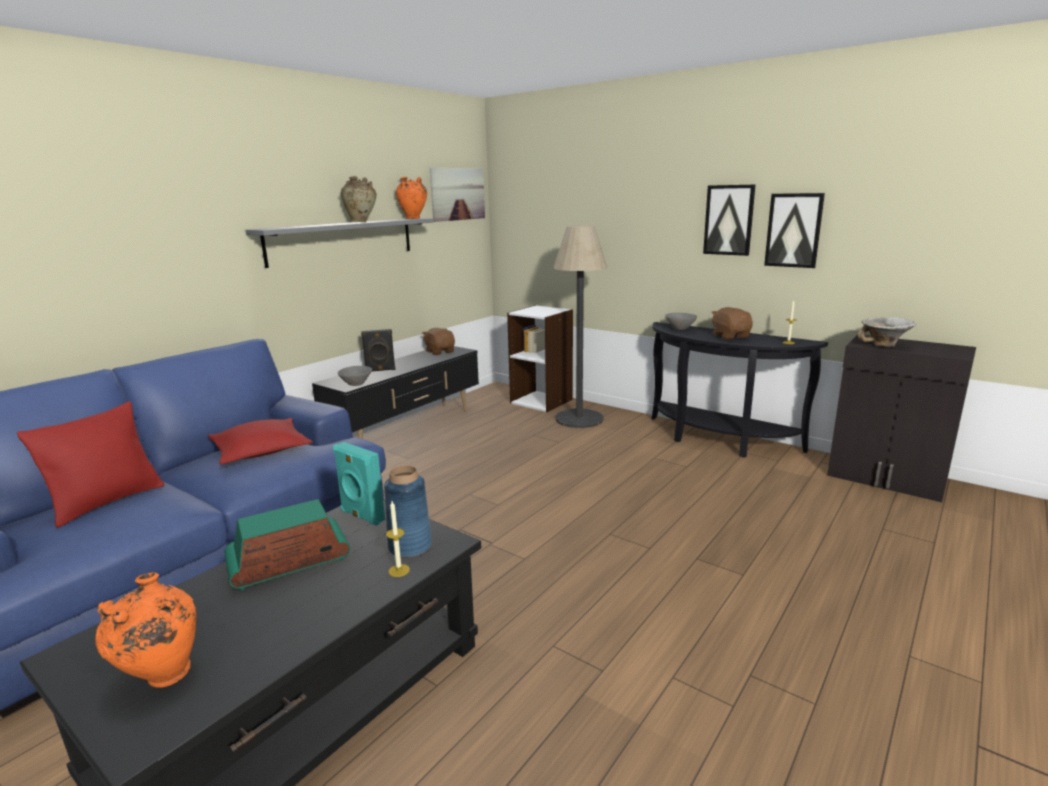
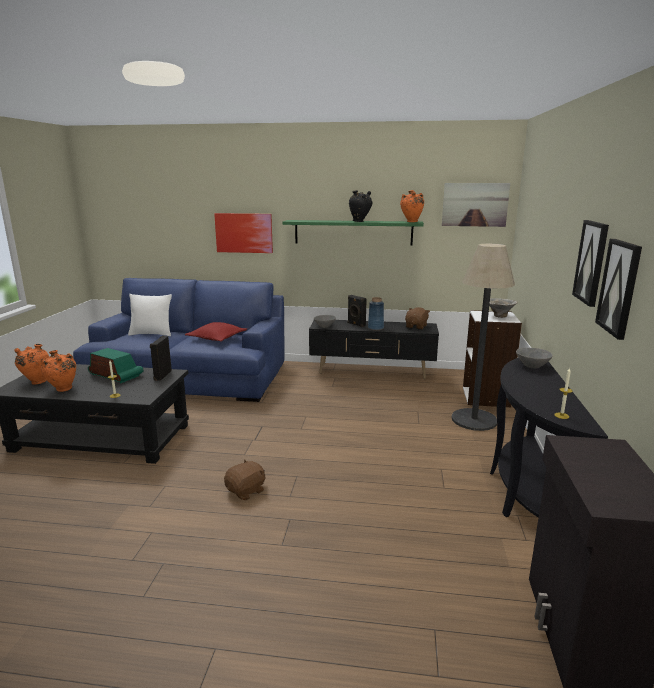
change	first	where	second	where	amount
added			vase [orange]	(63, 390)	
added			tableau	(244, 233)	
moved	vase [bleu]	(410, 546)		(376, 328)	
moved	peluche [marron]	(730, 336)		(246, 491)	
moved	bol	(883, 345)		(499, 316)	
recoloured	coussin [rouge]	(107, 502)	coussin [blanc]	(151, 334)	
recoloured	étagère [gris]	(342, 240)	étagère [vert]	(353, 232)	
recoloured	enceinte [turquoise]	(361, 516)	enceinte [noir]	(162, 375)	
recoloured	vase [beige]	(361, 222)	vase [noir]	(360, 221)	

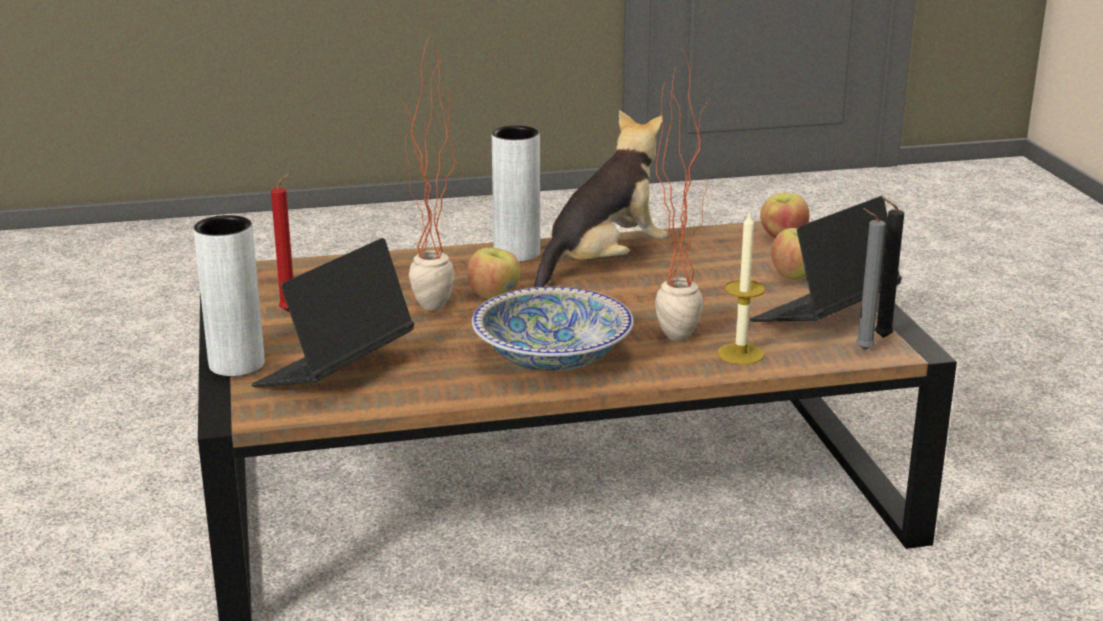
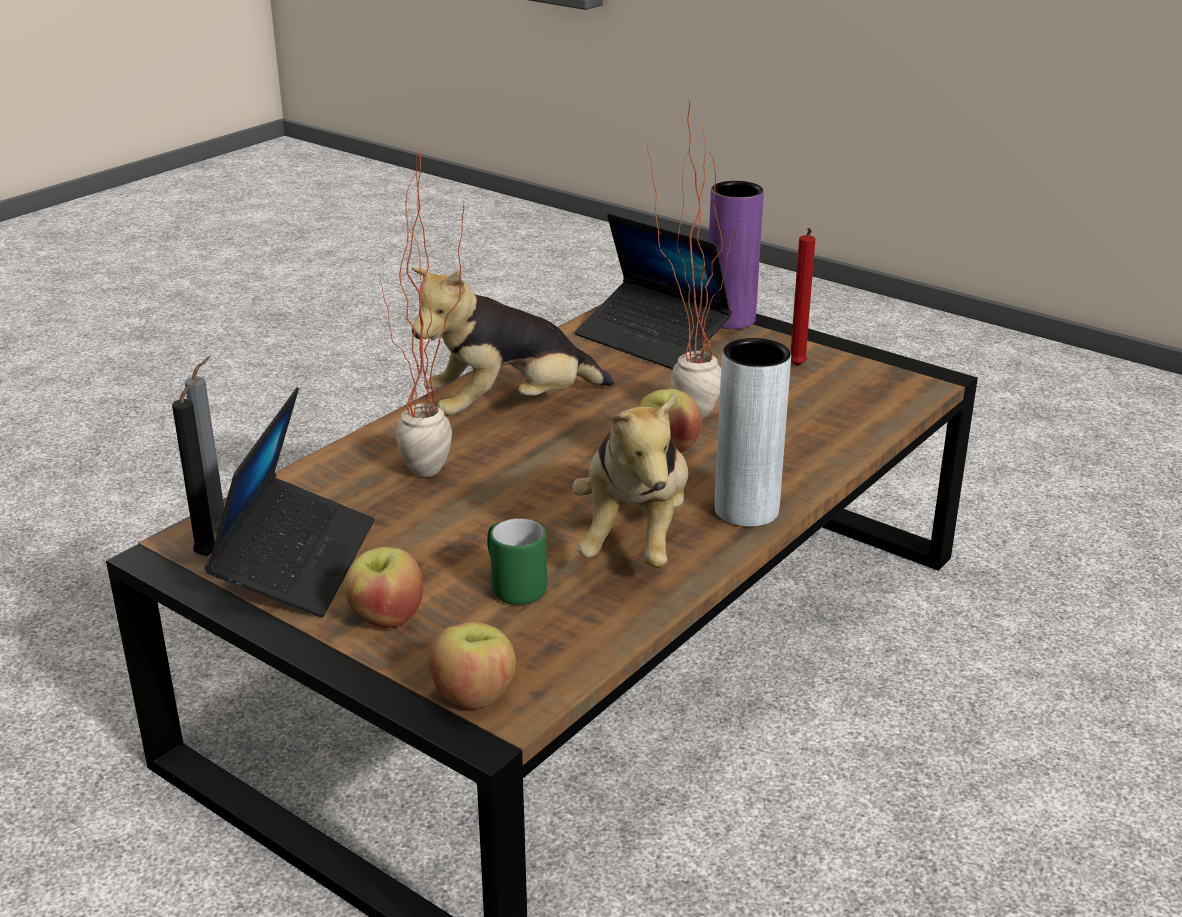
change	first	where	second	where	amount
removed	bougie	(740, 354)			
added			mug [vert]	(513, 587)	
replaced	bol	(551, 358)	peluche	(510, 409)	
recoloured	vase [gris]	(236, 364)	vase [violet]	(730, 319)	
turned	ordinateur portable	(334, 372)		(652, 339)	135 degrees clockwise

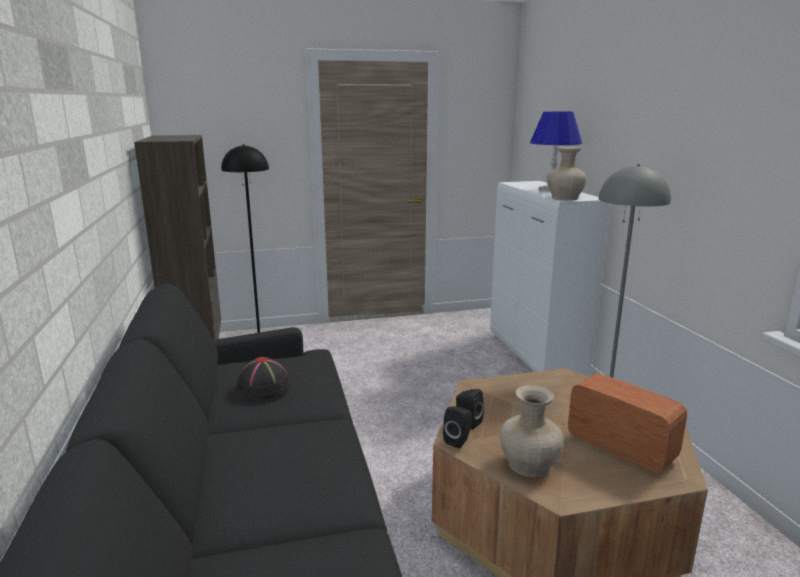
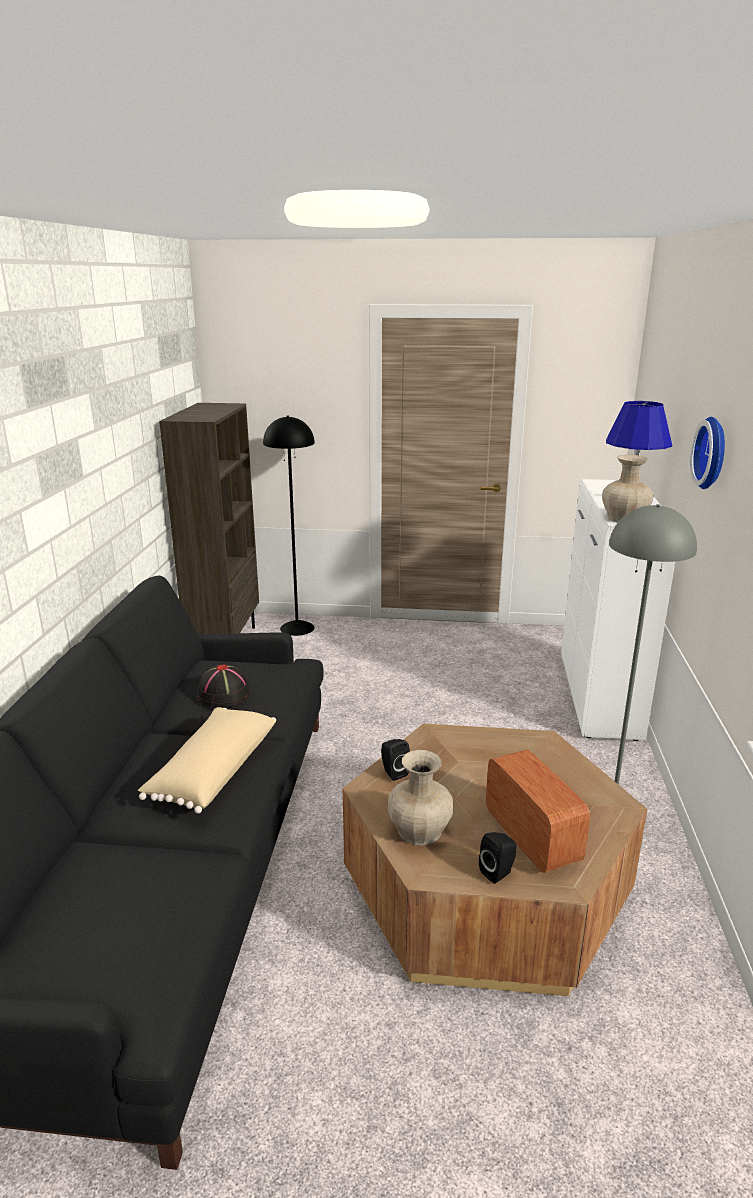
change	first	where	second	where	amount
added			coussin [beige]	(212, 771)	
added			horloge murale	(714, 453)	
moved	enceinte [noir]	(458, 440)		(498, 872)	

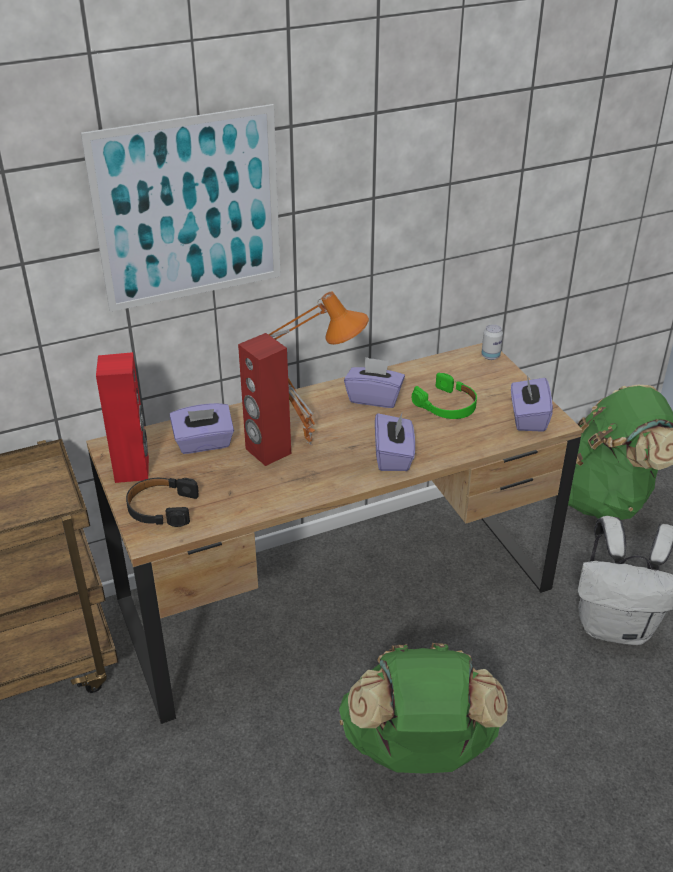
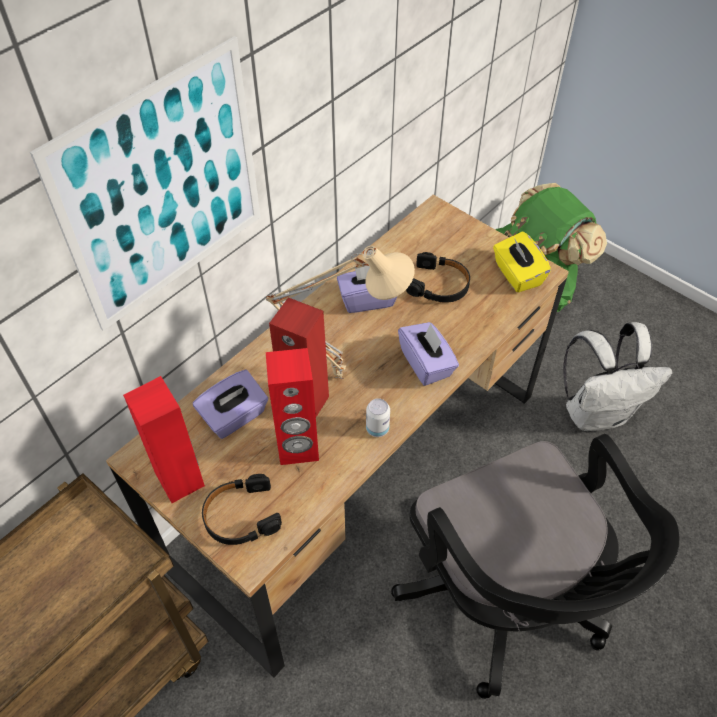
change	first	where	second	where	amount
added			enceinte [rouge]	(298, 448)	
moved	boîte métallique	(490, 356)		(377, 429)	
replaced	sac à dos [vert]	(418, 750)	chaise de bureau [noir]	(506, 600)	
recoloured	lampe de table [orange]	(311, 442)	lampe de table [beige]	(340, 375)	
recoloured	casque audio [vert]	(447, 405)	casque audio [noir]	(439, 285)	
recoloured	boîte à mouchoirs [violet]	(528, 418)	boîte à mouchoirs [jaune]	(517, 275)	

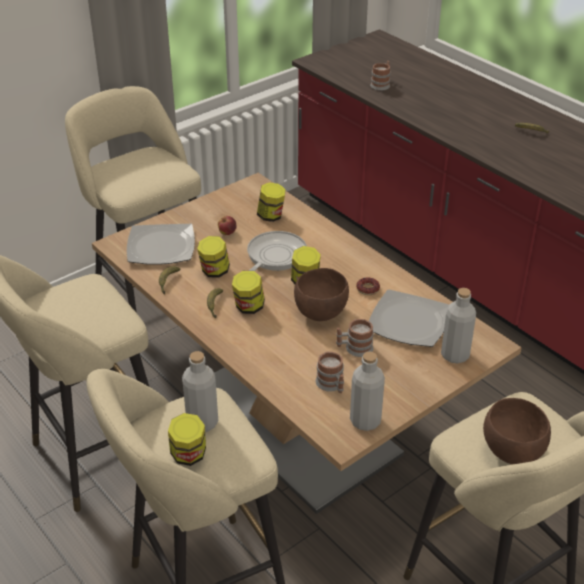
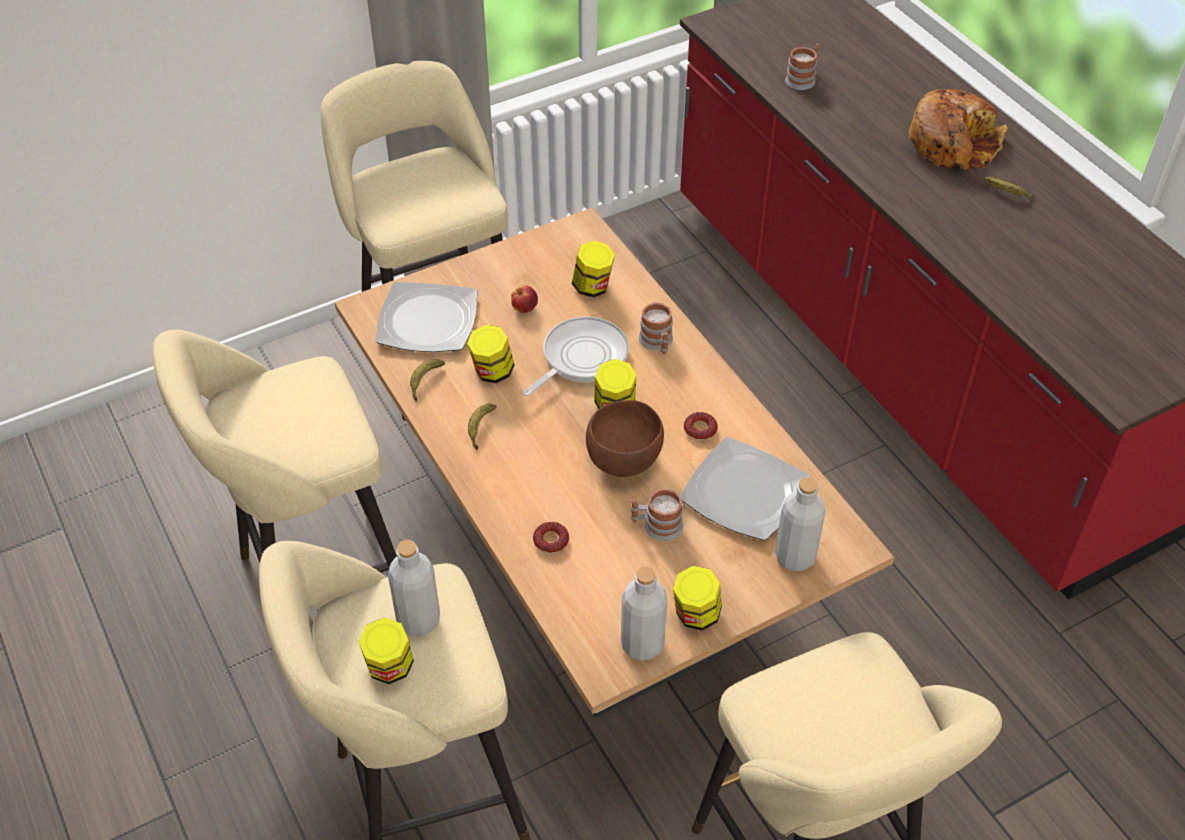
change	first	where	second	where	amount
removed	bol [marron]	(511, 452)			
added			beignet	(551, 541)	
added			pain	(952, 143)	
moved	bocal	(249, 307)		(696, 615)	
moved	mug	(332, 385)		(657, 343)	

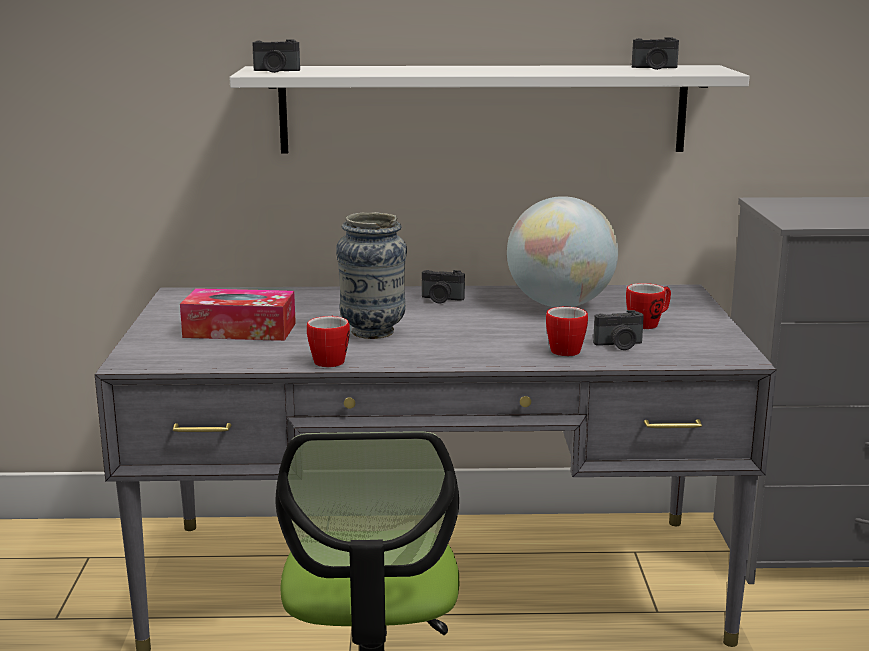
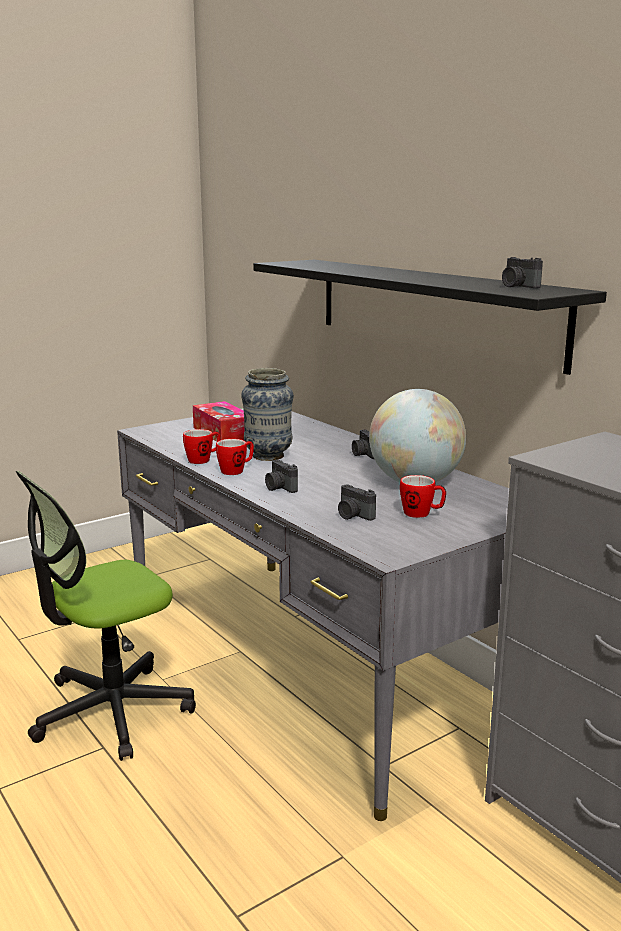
change	first	where	second	where	amount
moved	appareil photo	(275, 71)		(279, 488)	
moved	mug	(564, 349)		(236, 471)	
recoloured	étagère [blanc]	(483, 109)	étagère [noir]	(432, 309)	

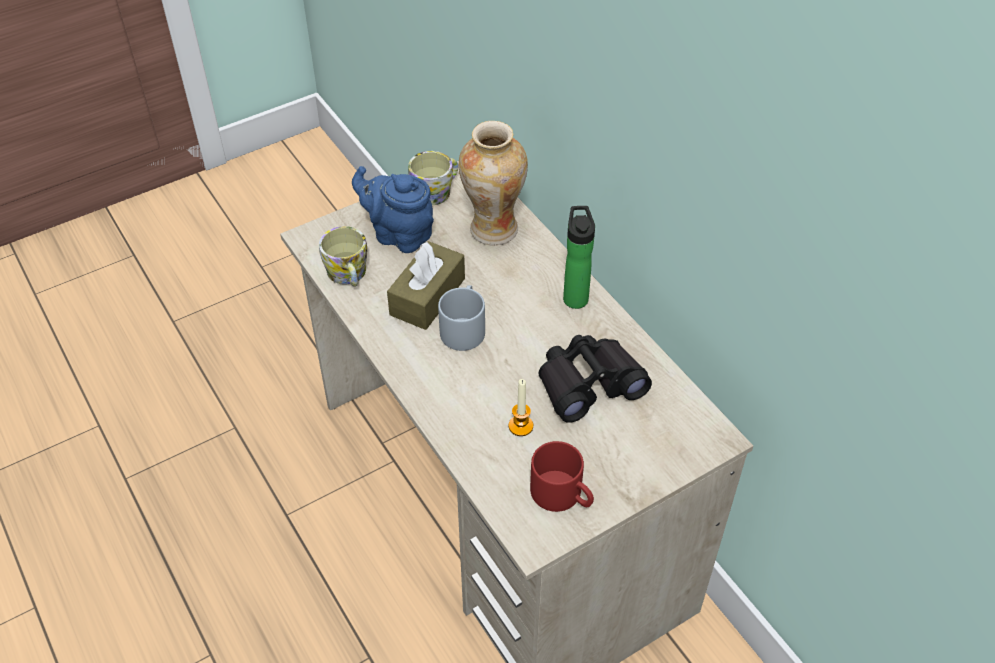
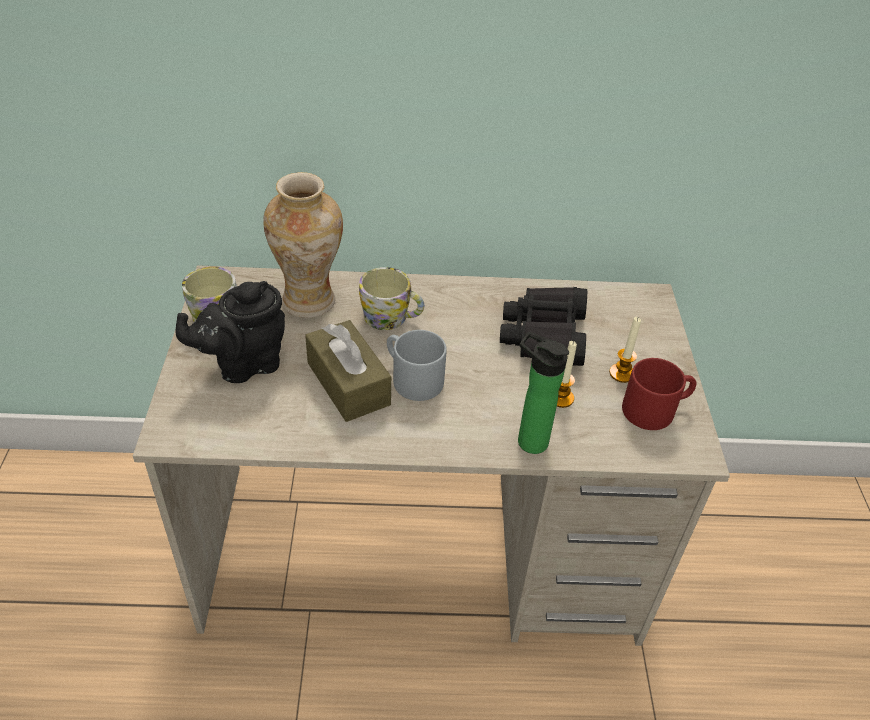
change	first	where	second	where	amount
added			bougie	(621, 373)	
moved	mug	(348, 275)		(391, 318)	
moved	bouteille	(575, 296)		(528, 440)	
recoloured	théière [bleu]	(399, 235)	théière [noir]	(244, 364)	

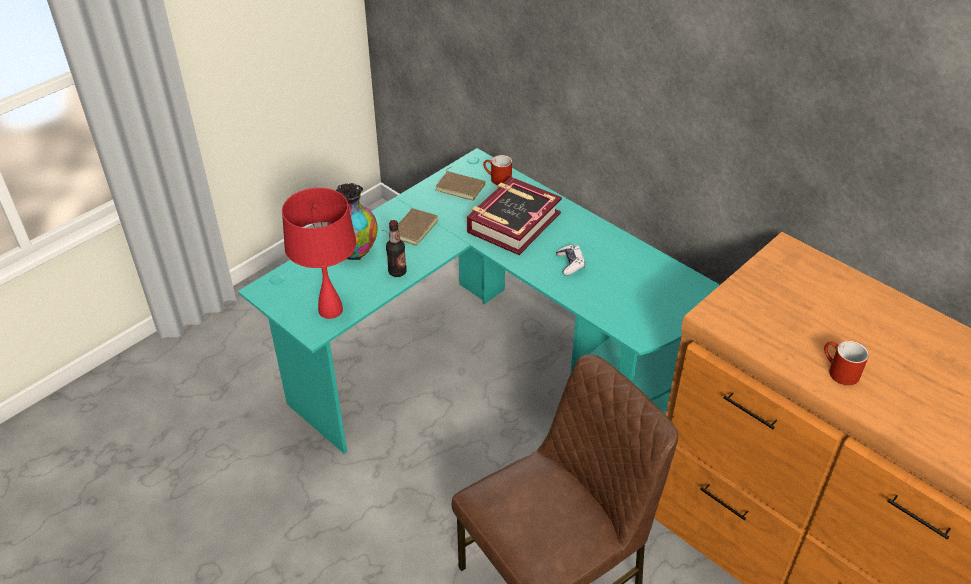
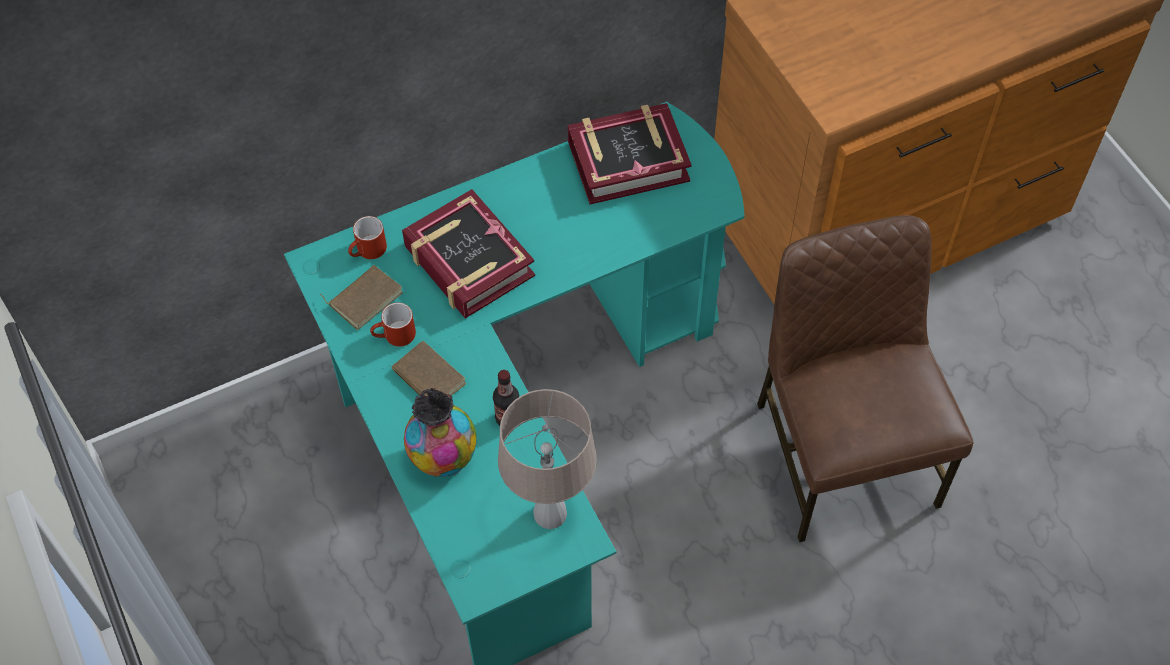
change	first	where	second	where	amount
removed	manette	(570, 264)			
added			livre	(628, 161)	
moved	mug [rouge]	(838, 371)		(394, 336)	
recoloured	lampe de table [rouge]	(330, 310)	lampe de table [beige]	(549, 513)	

